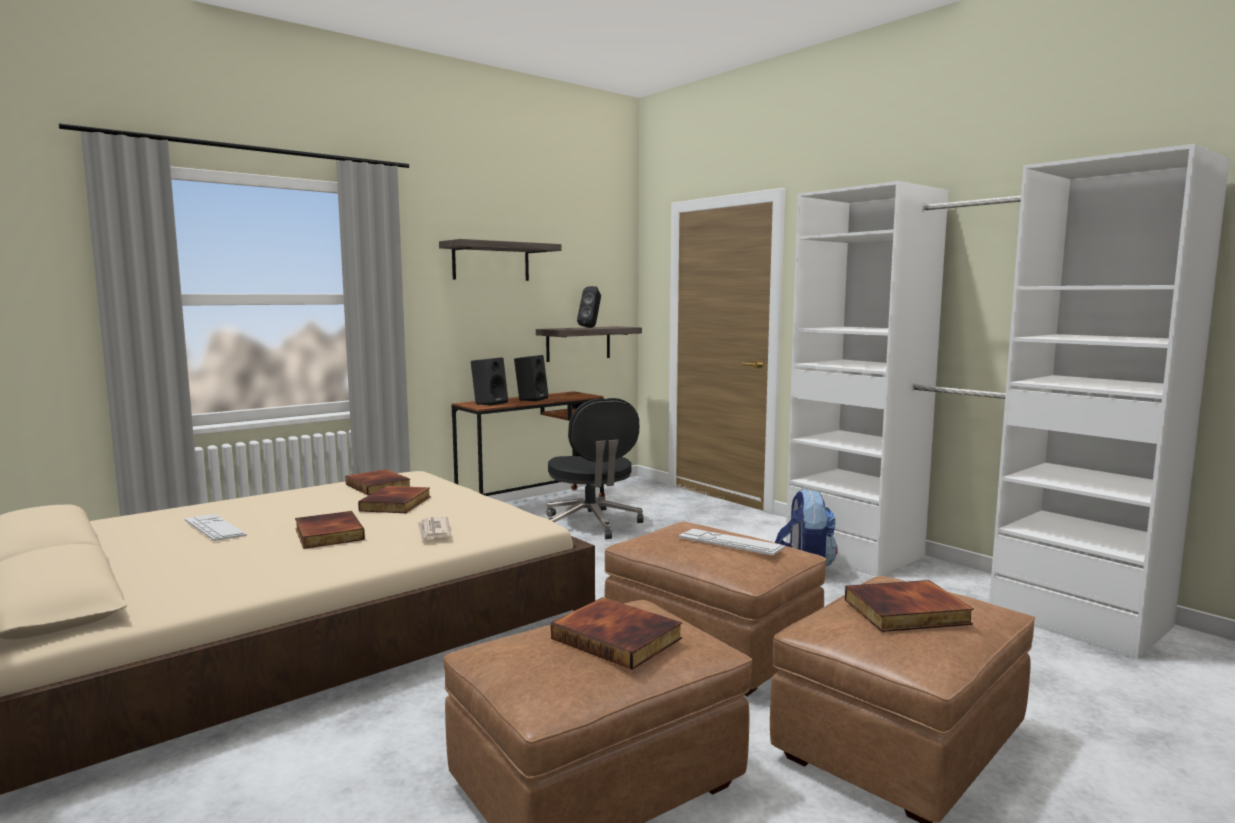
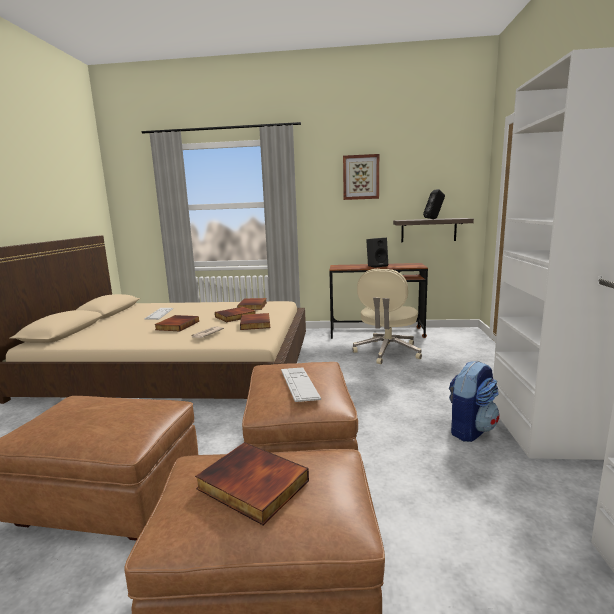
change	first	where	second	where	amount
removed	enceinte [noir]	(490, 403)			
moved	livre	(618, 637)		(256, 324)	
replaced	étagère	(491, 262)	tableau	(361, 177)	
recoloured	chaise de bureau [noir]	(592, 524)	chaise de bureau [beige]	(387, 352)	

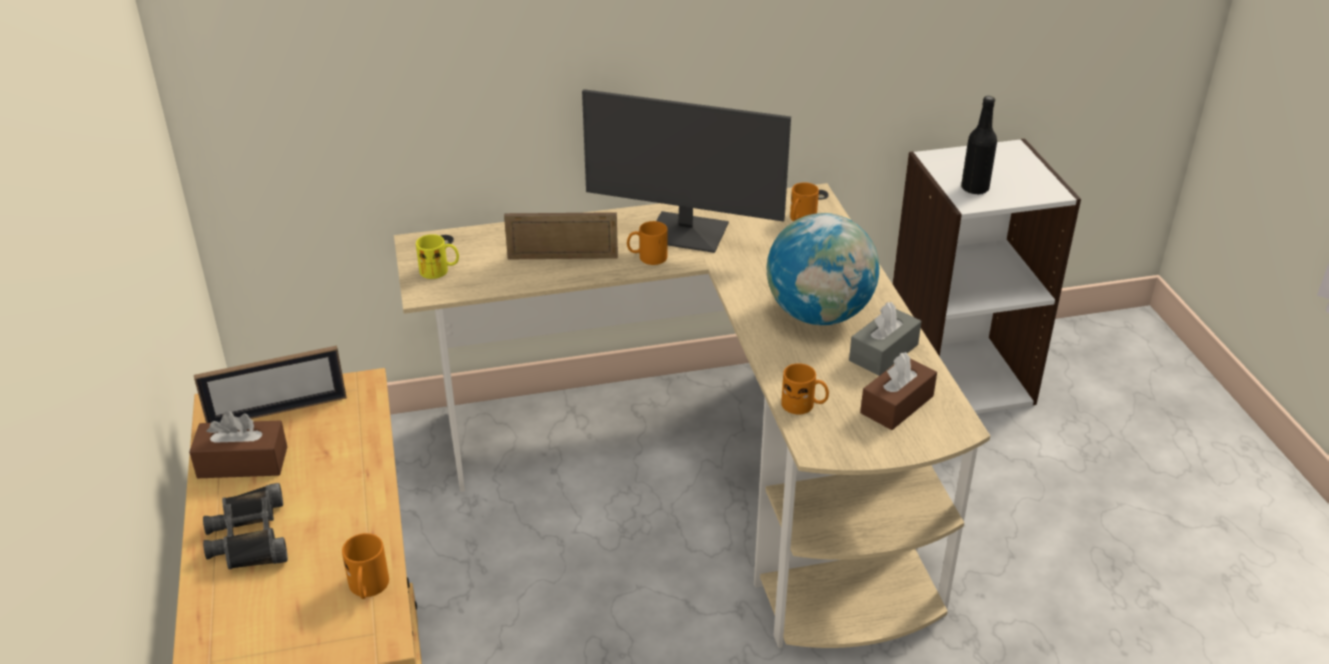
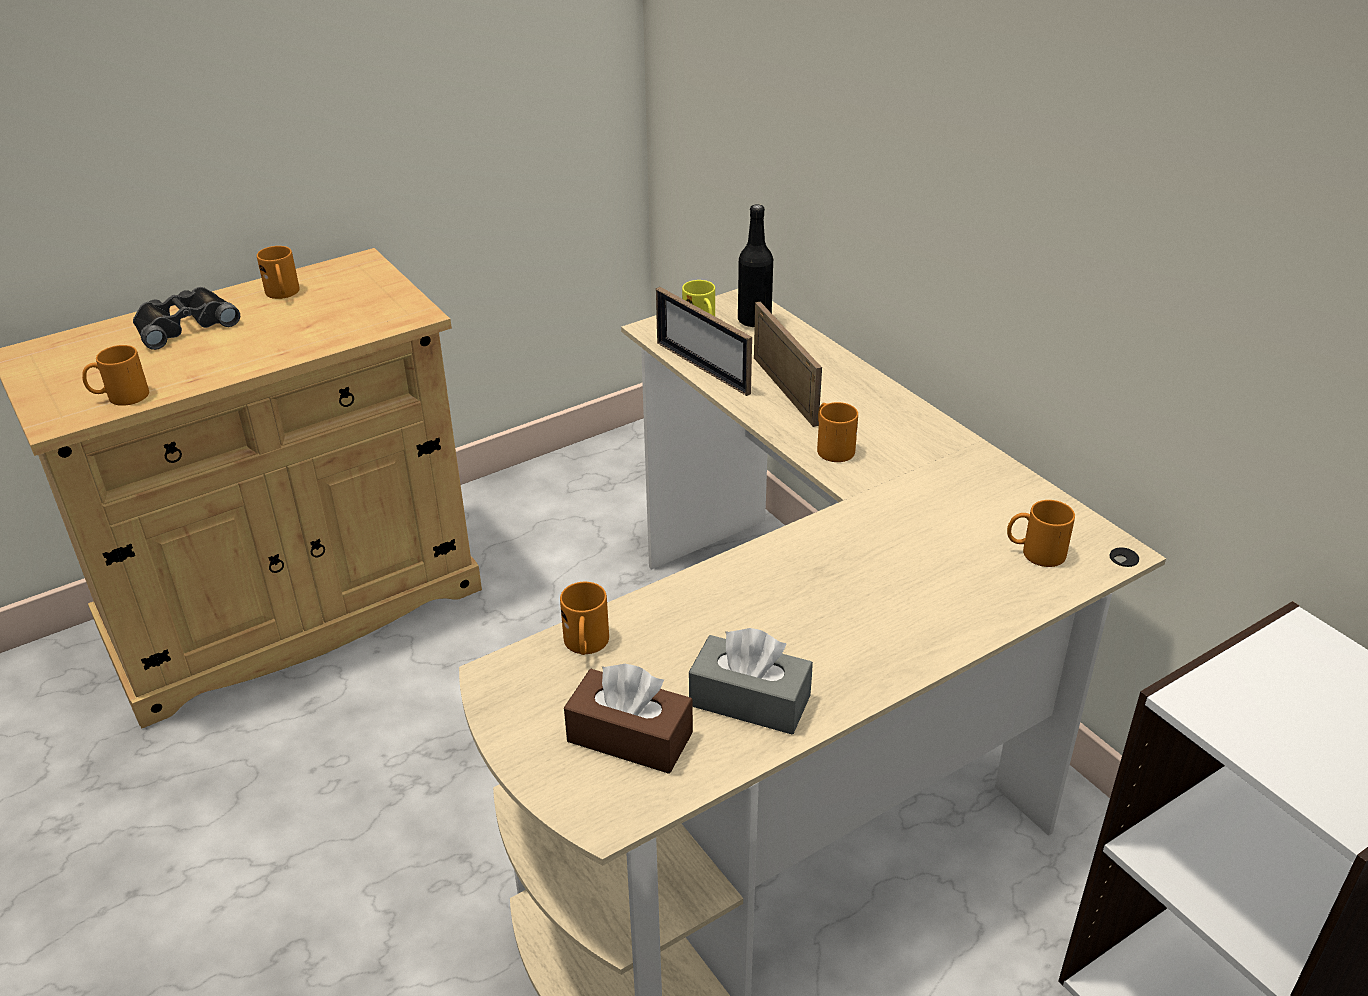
change	first	where	second	where	amount
removed	écran d'ordinateur	(687, 234)			
removed	globe	(819, 314)			
moved	cadre photo	(277, 411)		(702, 367)	
moved	bouteille [noir]	(974, 188)		(754, 320)	
replaced	boîte à mouchoirs [marron]	(242, 462)	mug [orange]	(283, 294)	

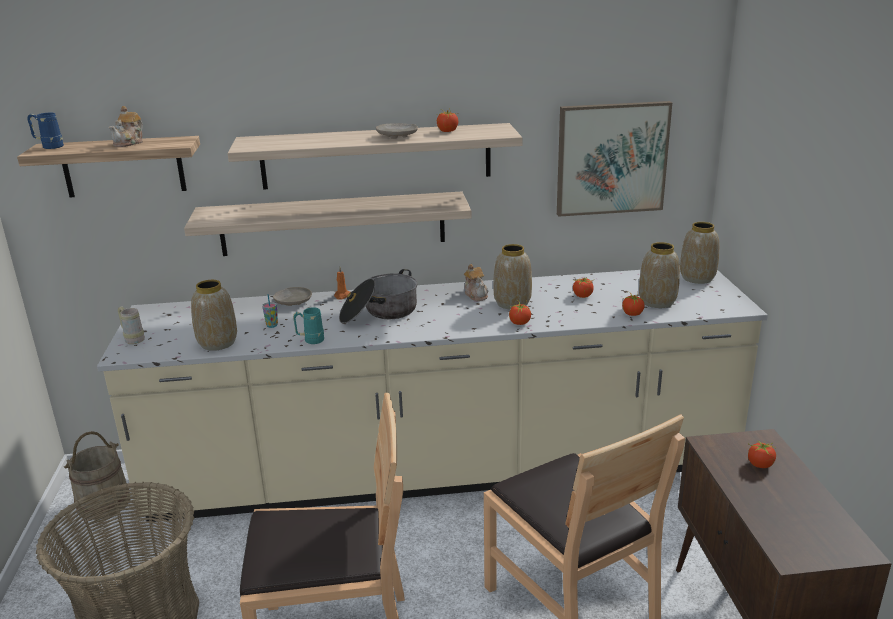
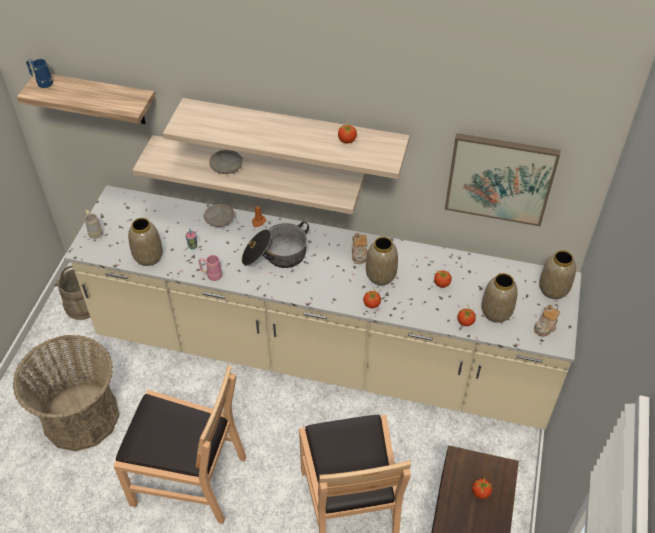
change	first	where	second	where	amount
moved	théière	(130, 143)		(545, 326)	
moved	assiette [beige]	(397, 136)		(227, 166)	
recoloured	mug [turquoise]	(310, 340)	mug [rose]	(211, 275)	

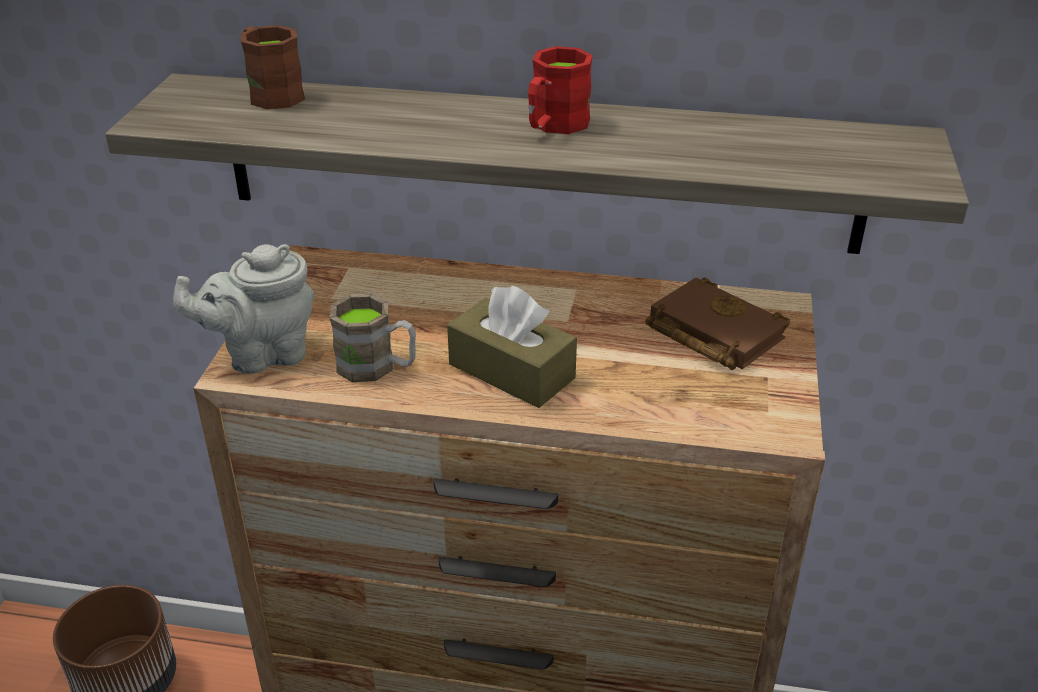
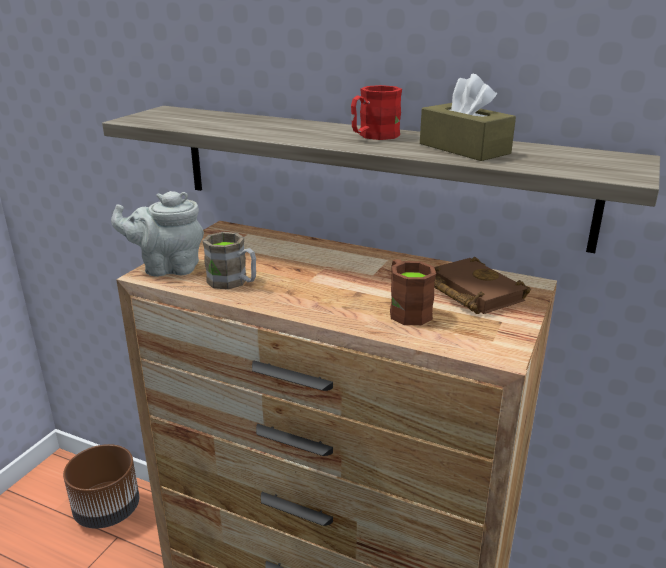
change	first	where	second	where	amount
moved	mug [marron]	(271, 93)		(406, 310)	
moved	boîte à mouchoirs [marron]	(511, 371)		(464, 148)	

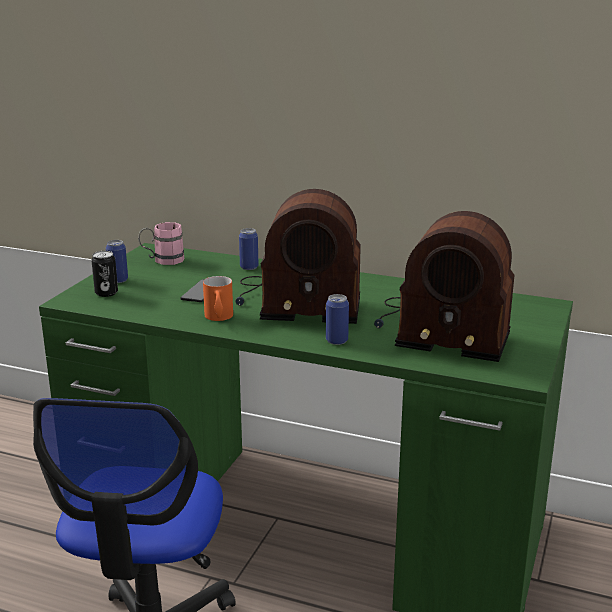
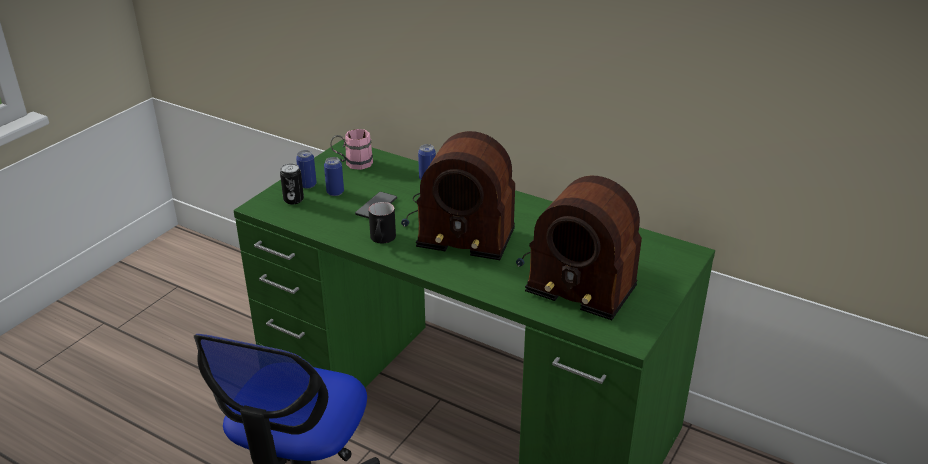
change	first	where	second	where	amount
moved	boîte métallique	(336, 341)		(335, 192)	
recoloured	mug [orange]	(219, 318)	mug [noir]	(382, 240)	

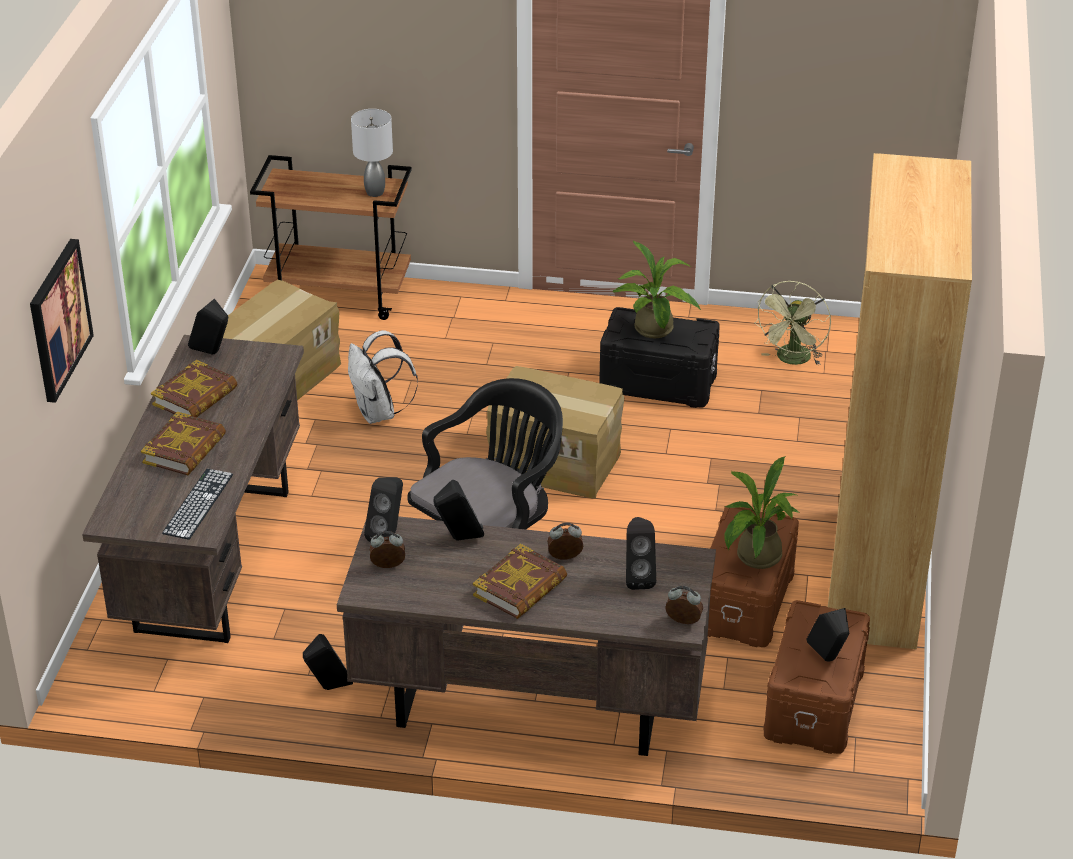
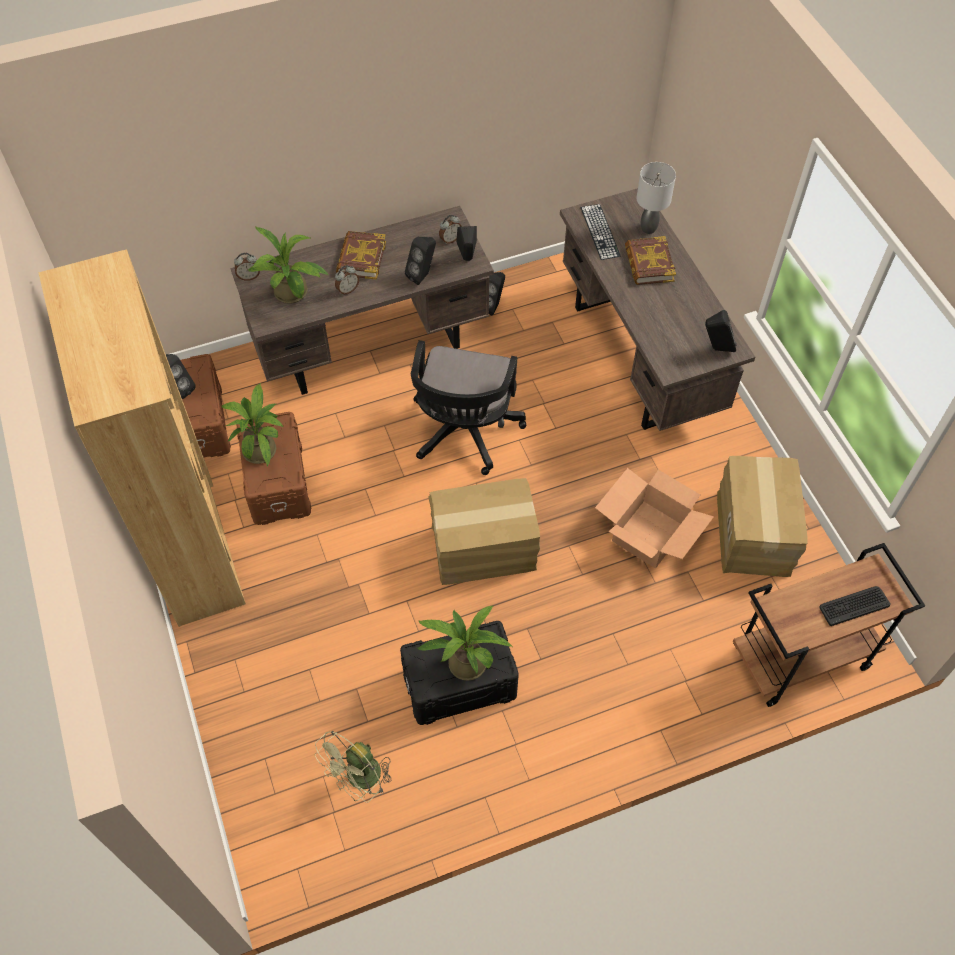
change	first	where	second	where	amount
removed	tableau	(58, 319)			
removed	livre	(195, 397)			
added			clavier	(854, 605)	
moved	lampe de table [gris]	(375, 192)		(648, 229)	
replaced	sac à dos [blanc]	(379, 413)	carton	(648, 534)	
replaced	enceinte [noir]	(638, 578)	plante en pot	(293, 295)	
turned	ventilateur [vert]	(792, 360)		(359, 780)	135 degrees counterclockwise

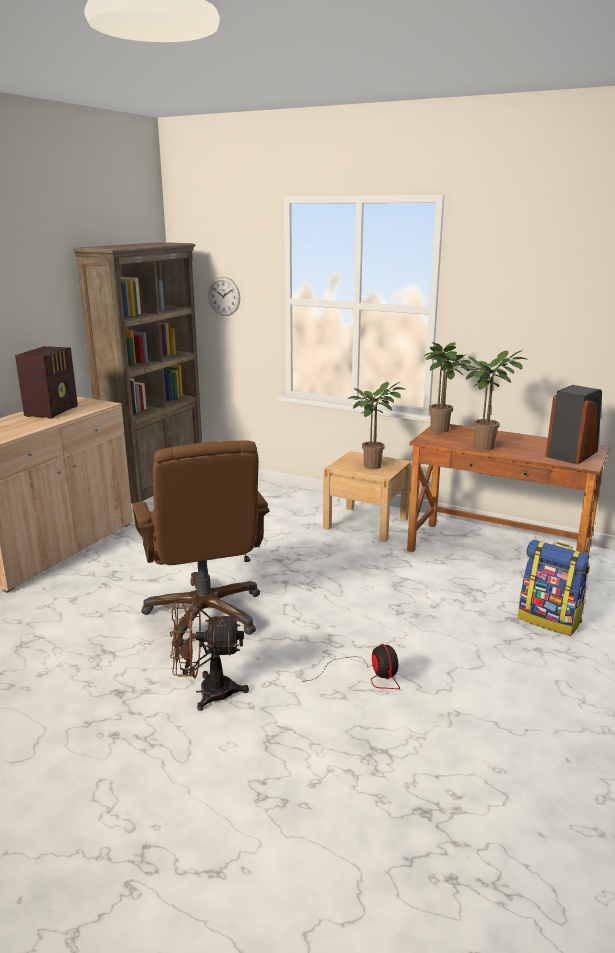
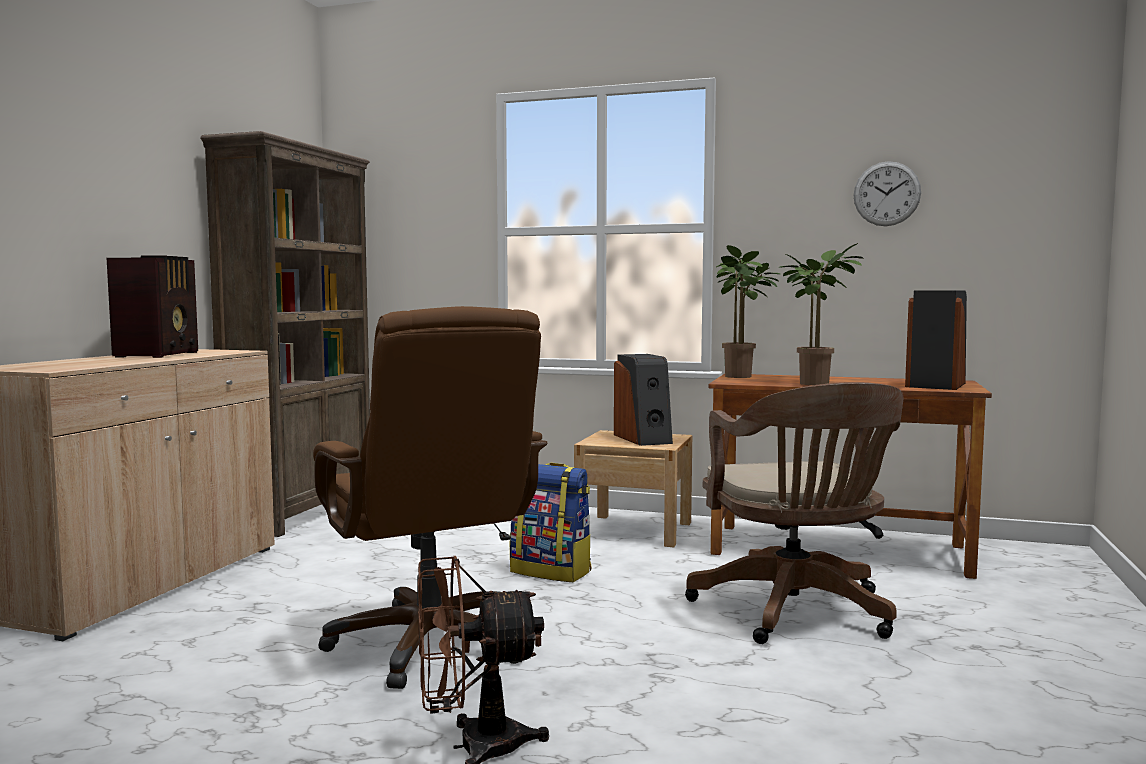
change	first	where	second	where	amount
removed	ventilateur	(367, 676)			
added			chaise de bureau [marron]	(796, 613)	
moved	horloge murale	(224, 296)		(886, 194)	
moved	sac à dos	(549, 620)		(552, 571)	
replaced	plante en pot	(374, 465)	enceinte	(643, 439)	

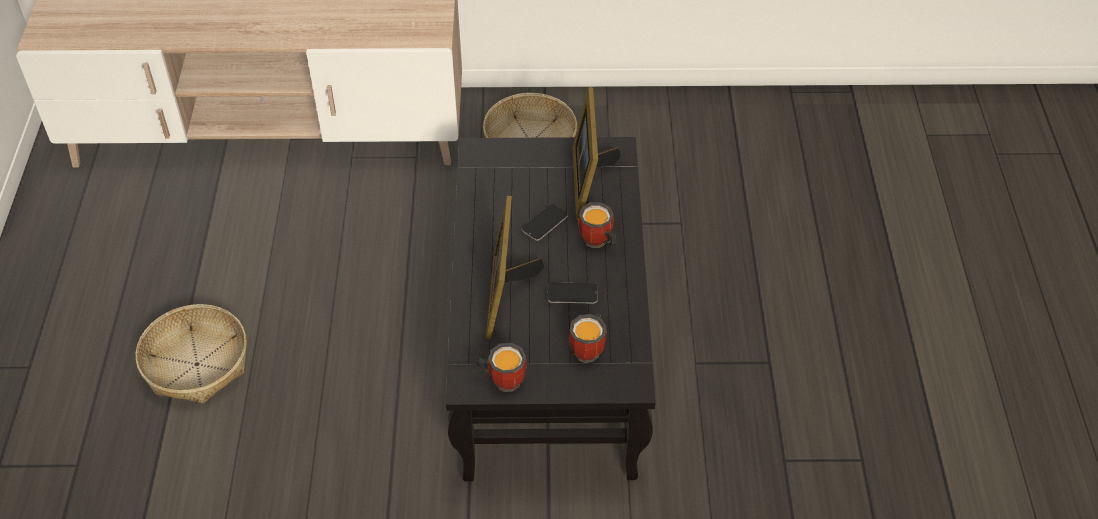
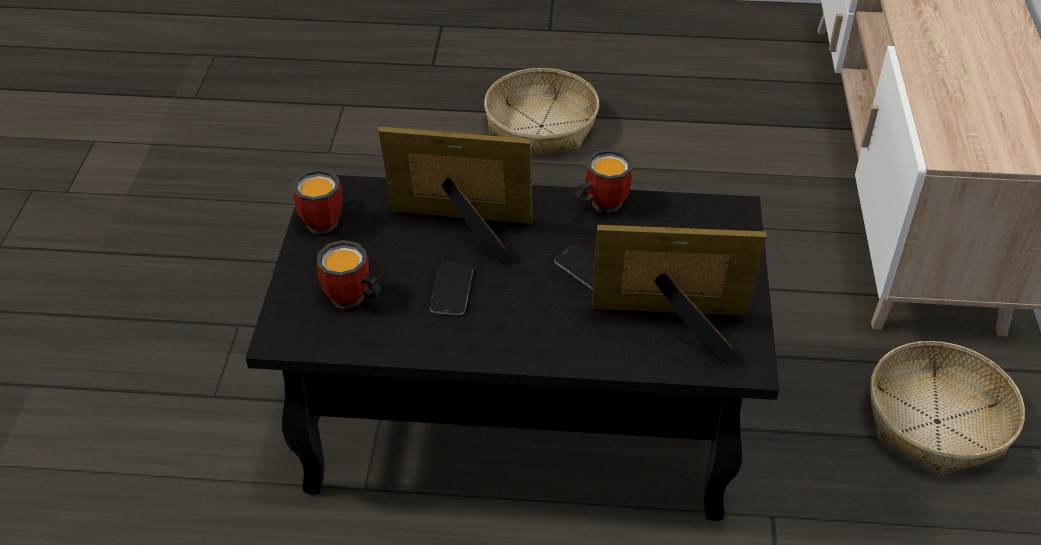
change	first	where	second	where	amount
moved	mug	(597, 243)		(600, 203)	

